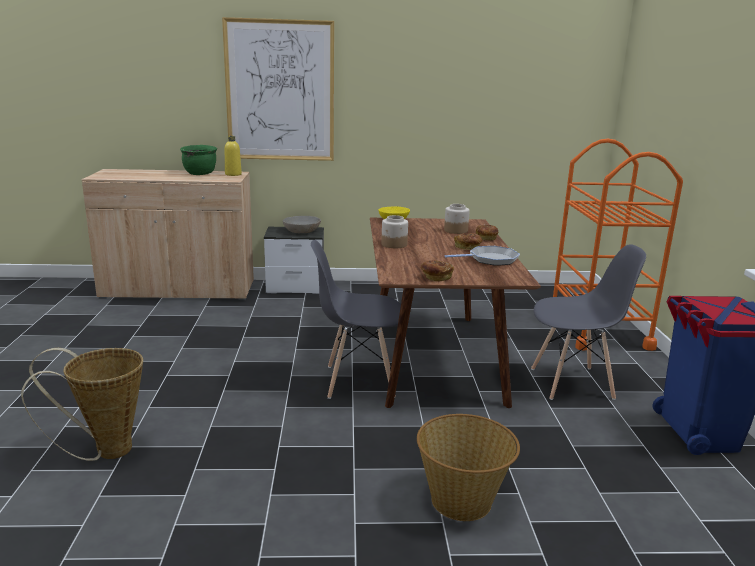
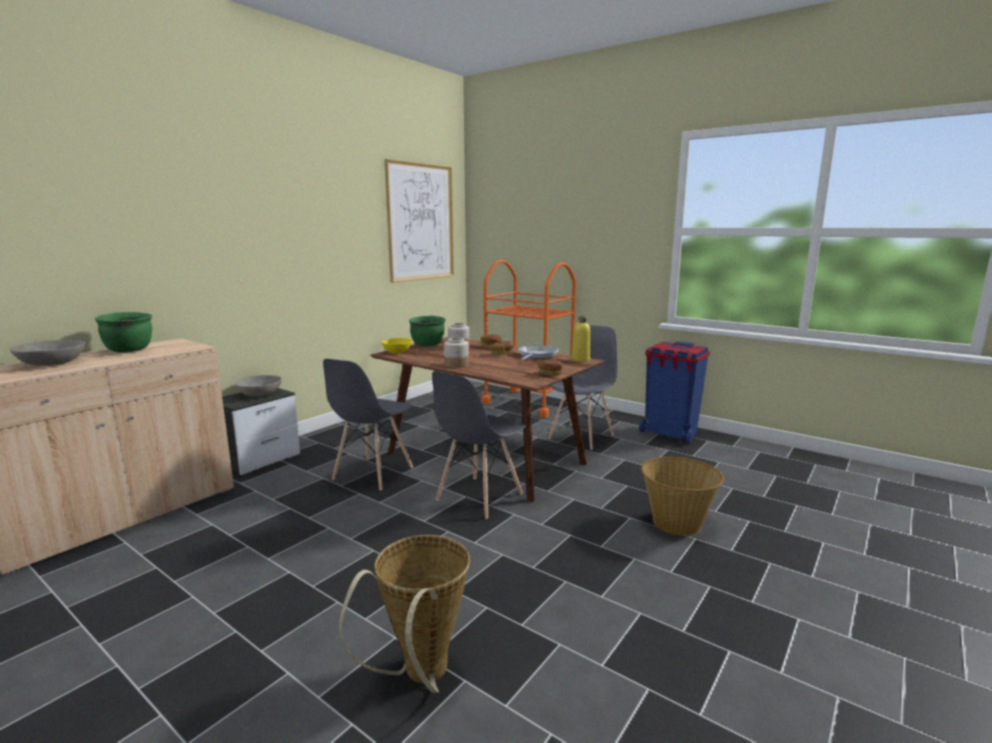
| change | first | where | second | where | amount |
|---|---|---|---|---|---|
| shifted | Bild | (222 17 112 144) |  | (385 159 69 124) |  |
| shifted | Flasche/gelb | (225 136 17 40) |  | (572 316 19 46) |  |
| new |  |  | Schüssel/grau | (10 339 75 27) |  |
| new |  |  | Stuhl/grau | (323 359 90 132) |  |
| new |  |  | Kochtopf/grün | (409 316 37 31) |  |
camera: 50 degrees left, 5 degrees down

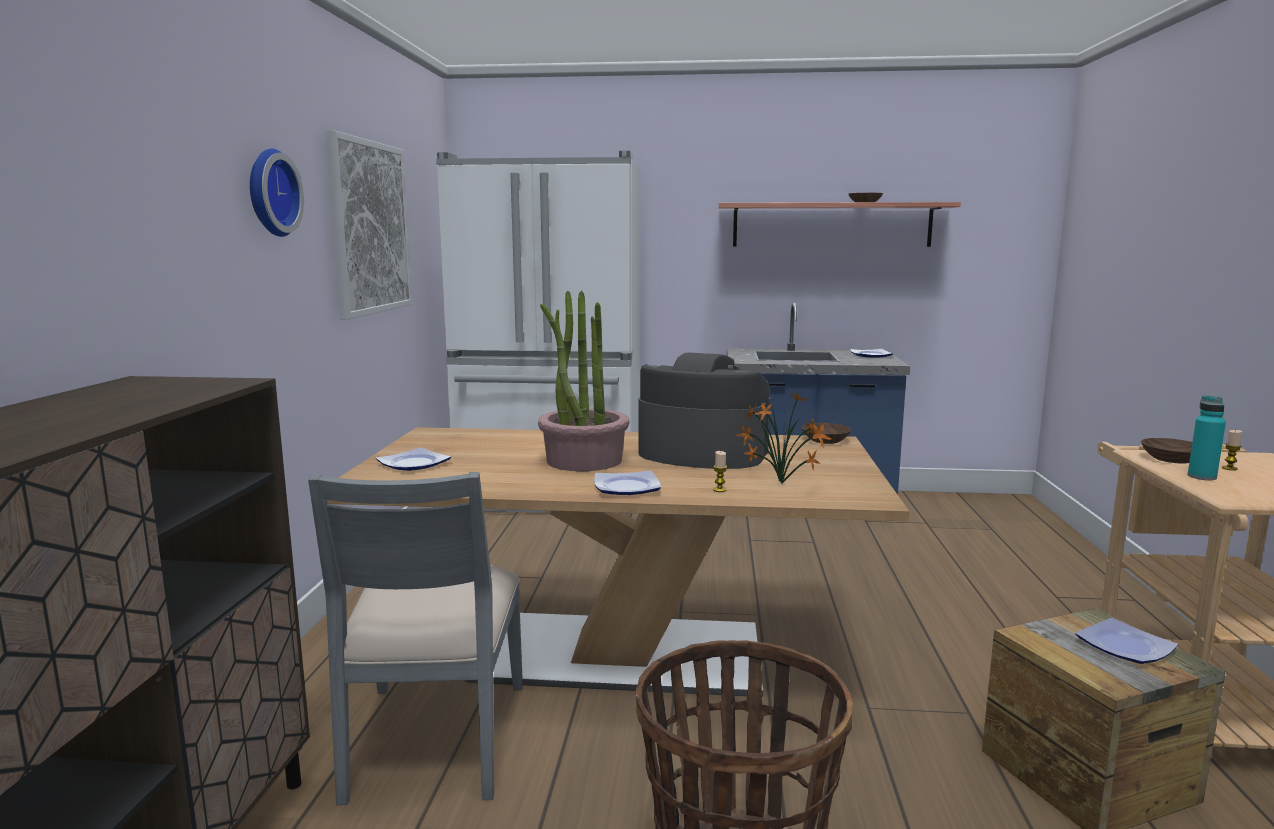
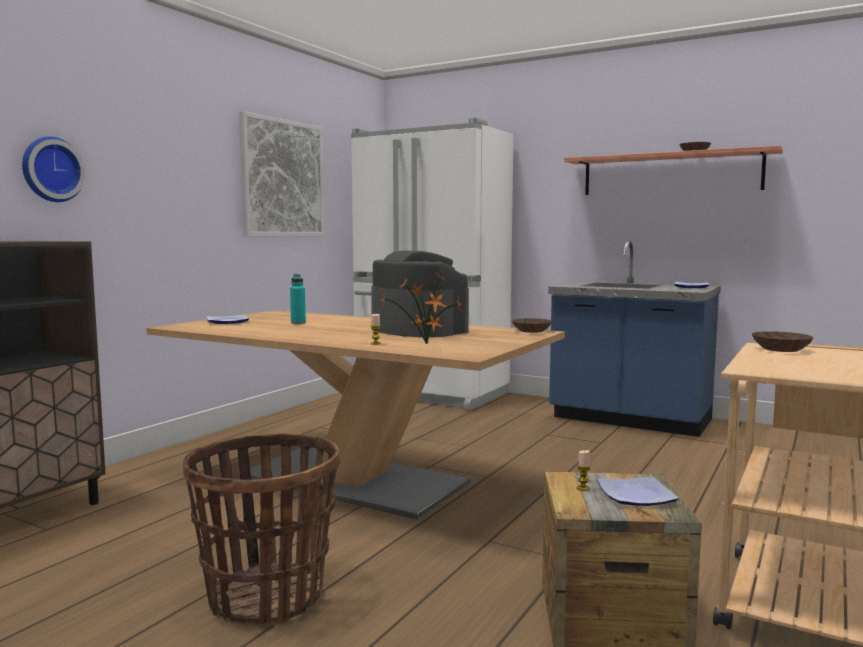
| change | first | where | second | where | amount |
|---|---|---|---|---|---|
| shifted | Wanduhr | (250 148 54 89) |  | (22 137 64 65) |  |
| gone | Stuhl/grau | (308 472 215 333) |  |  |  |
| gone | Topfpflanze | (538 290 91 181) |  |  |  |
| gone | Teller | (594 471 67 24) |  |  |  |
| shifted | Flasche/türkis | (1188 395 38 85) |  | (290 274 16 50) |  |
| shifted | Kerze | (1222 430 20 41) |  | (577 450 14 41) |  |
camera: 25 degrees right, 5 degrees down

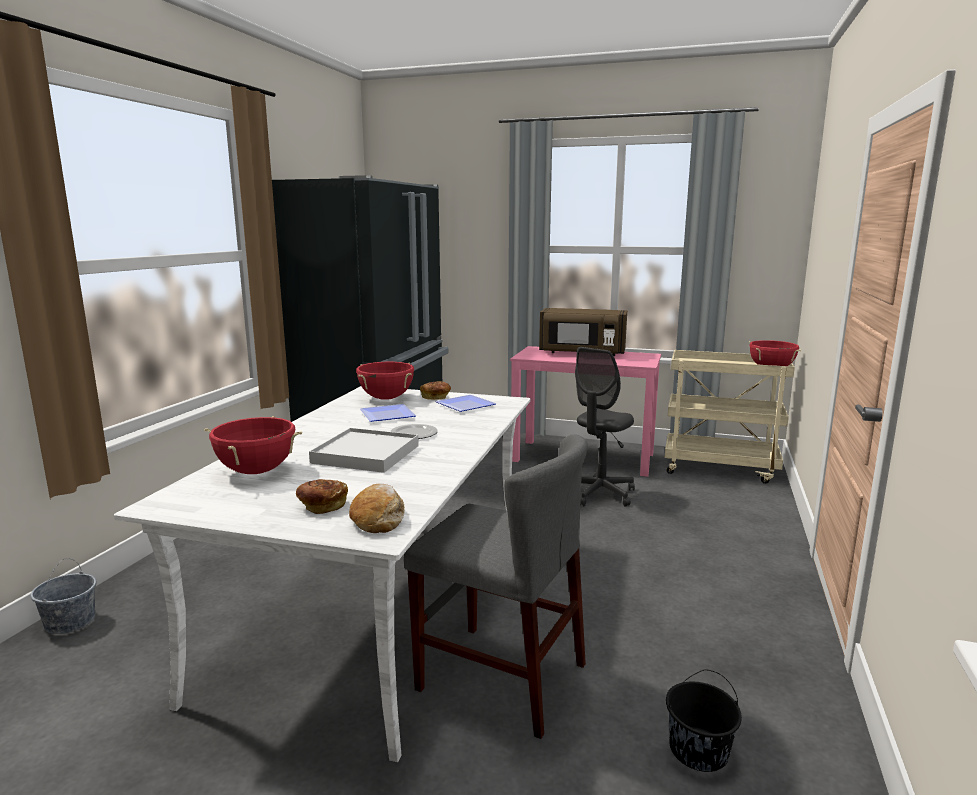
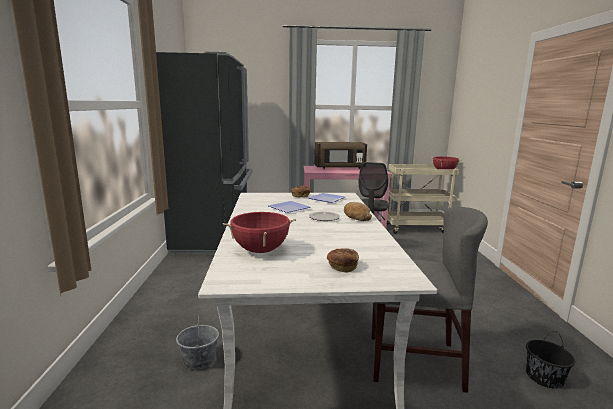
| change | first | where | second | where | amount |
|---|---|---|---|---|---|
| shifted | Eimer/grau | (30 559 67 75) |  | (176 315 43 55) |  |
| gone | Tablett/weiß | (309 428 110 45) |  |  |  |
| shifted | Brot | (349 484 56 49) |  | (344 202 28 19) |  |
| gone | Kochtopf/rot | (356 362 58 38) |  |  |  |
camera: 20 degrees left, 0 degrees up

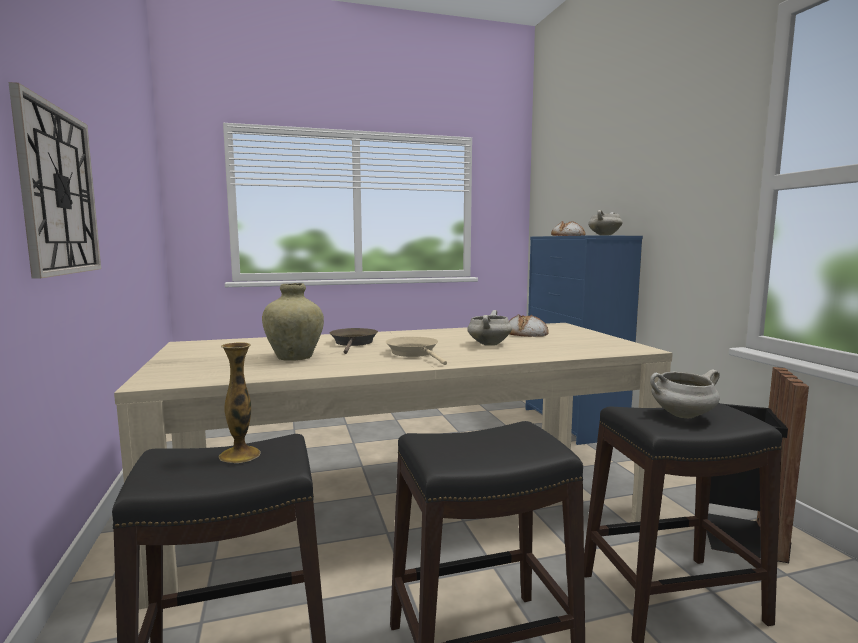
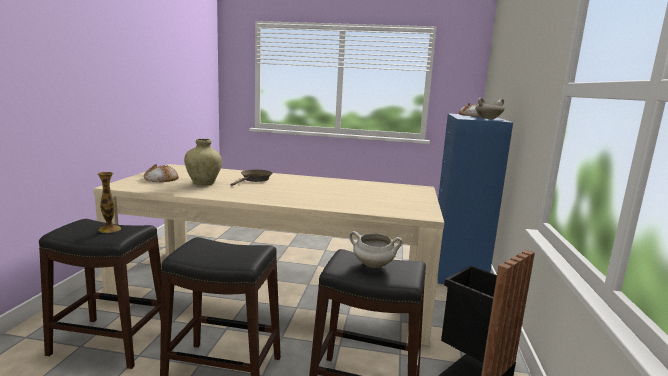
| change | first | where | second | where | amount |
|---|---|---|---|---|---|
| gone | Wanduhr | (8 82 93 197) |  |  |  |
| gone | Pfanne/beige | (386 337 61 28) |  |  |  |
| gone | Kochtopf/weiß | (467 310 45 35) |  |  |  |
| shifted | Brot | (509 314 40 23) |  | (144 164 35 18) |  |
camera: 25 degrees right, 5 degrees up

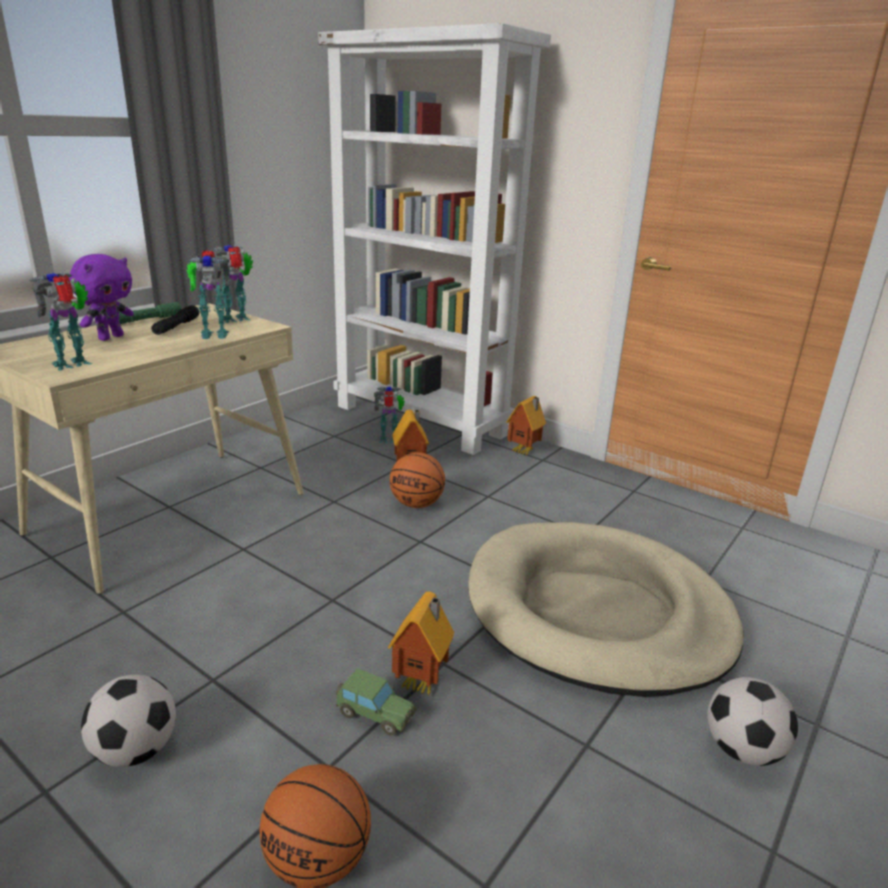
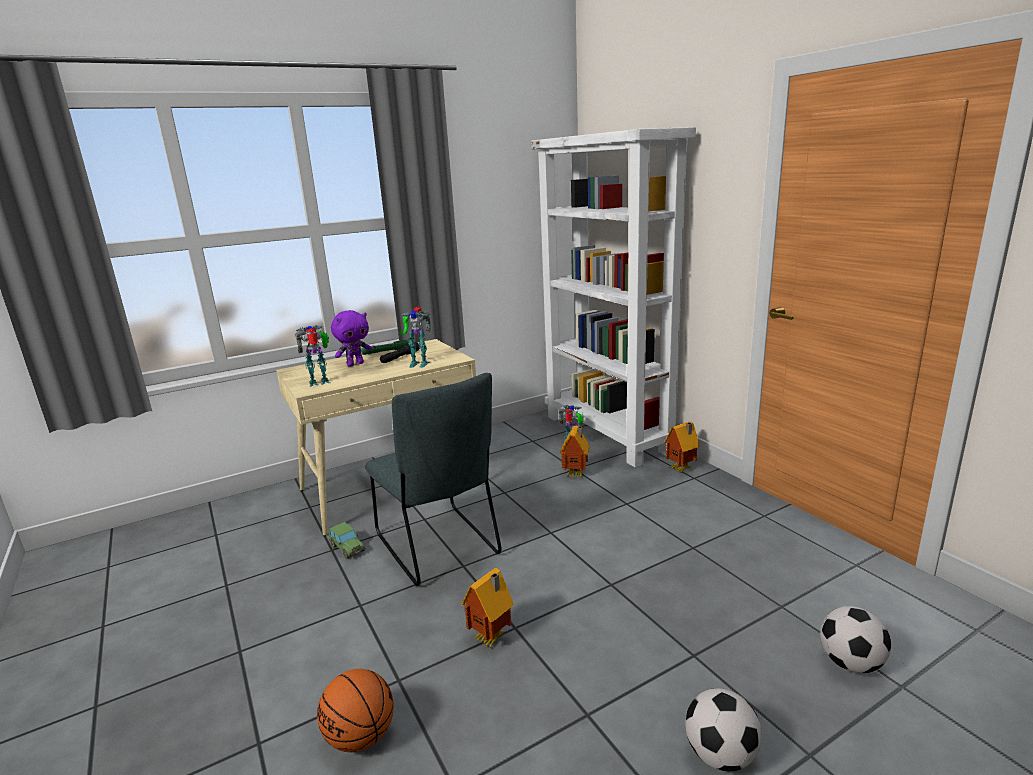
| change | first | where | second | where | amount |
|---|---|---|---|---|---|
| shifted | Fußball | (81 675 95 92) |  | (820 606 71 67) |  |
| gone | Spielzeugroboter | (211 245 42 78) |  |  |  |
| shifted | Spielzeugauto | (336 668 81 68) |  | (329 522 37 37) |  |
| gone | Basketball | (390 452 55 56) |  |  |  |
| gone | Hundebett/beige | (468 522 276 175) |  |  |  |
| new |  |  | Stuhl/grau | (365 373 137 213) |  |
camera: 25 degrees right, 5 degrees down

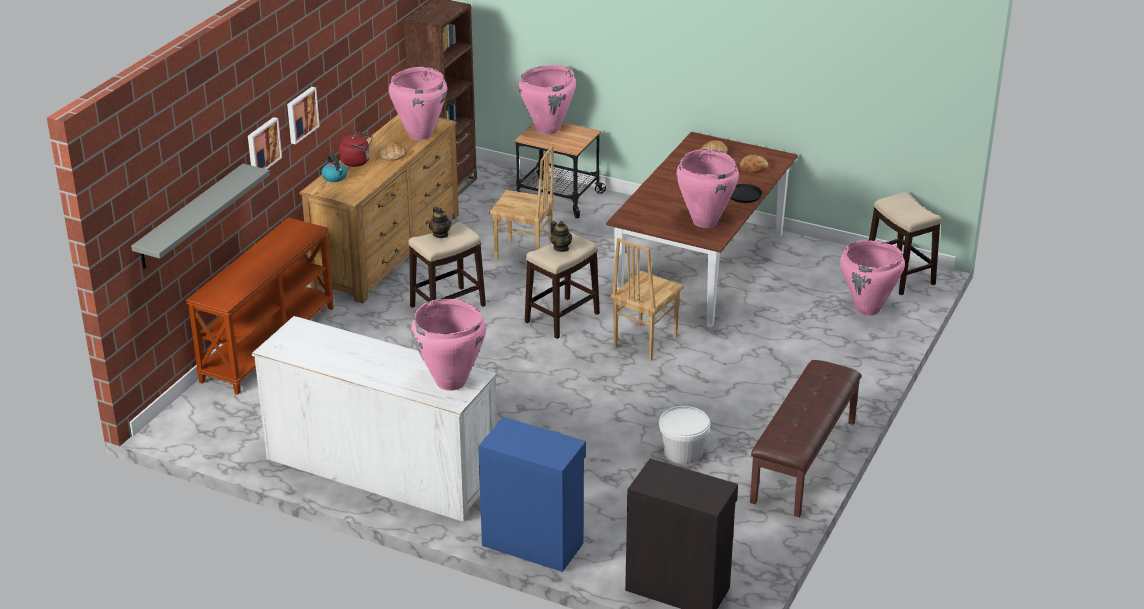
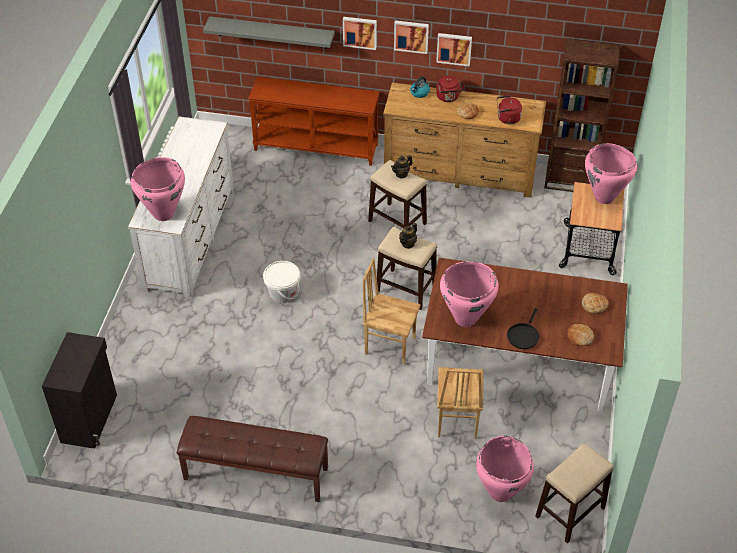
| change | first | where | second | where | amount |
|---|---|---|---|---|---|
| swapped | Vase/rosa | (389 67 58 73) | Wasserkessel/rot | (497 95 25 29) |  |
| gone | Schrank/blau | (478 417 108 155) |  |  |  |
| shifted | Stuhl/braun | (489 145 65 116) |  | (437 367 46 72) |  |
| shifted | Eimer/weiß | (659 406 54 58) |  | (263 261 38 42) |  |
| new |  |  | Bild | (436 33 36 33) |  |
camera: 75 degrees right, 15 degrees up

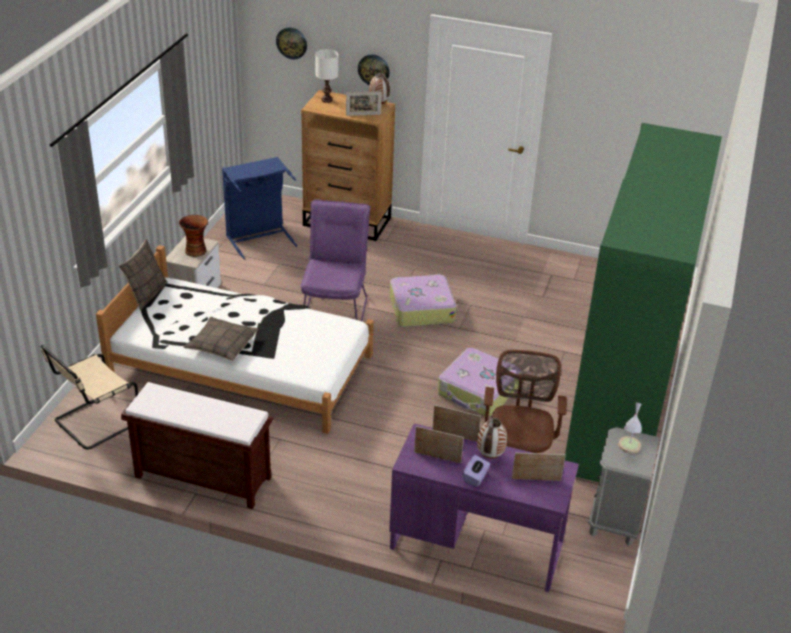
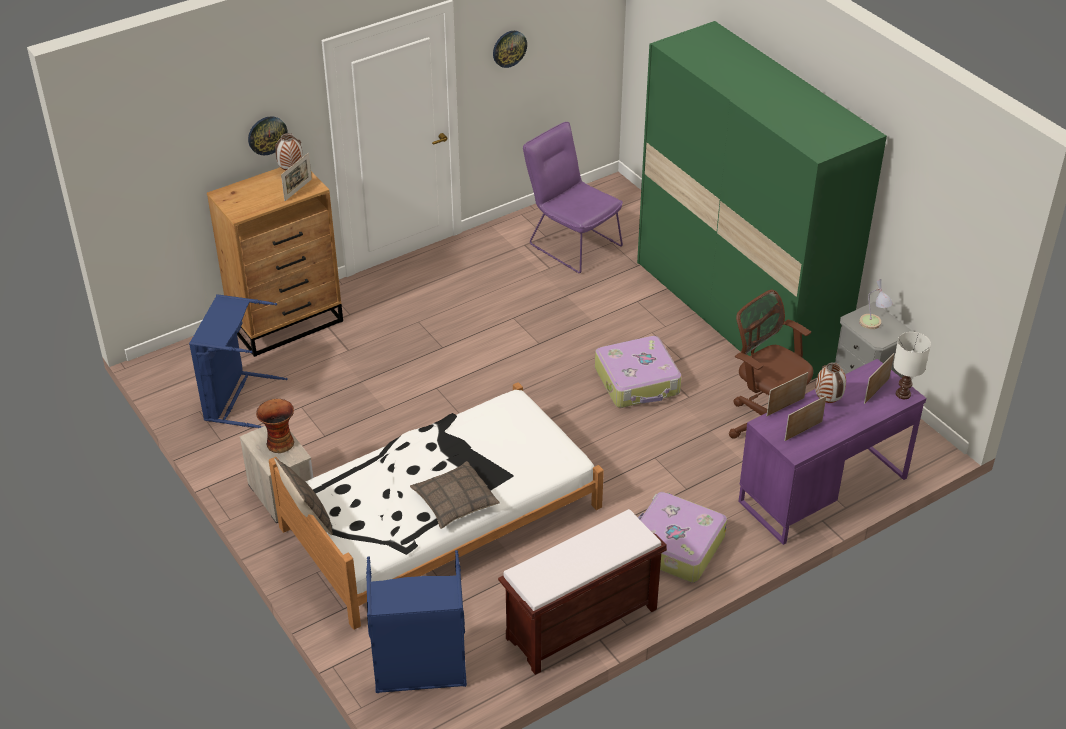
| change | first | where | second | where | amount |
|---|---|---|---|---|---|
| swapped | Stuhl/beige | (41 345 97 105) | Wäschekorb/blau | (366 550 101 143) |  |
| shifted | Wanduhr | (276 27 31 32) |  | (493 31 34 37) |  |
| shifted | Stuhl/lila | (300 199 70 122) |  | (523 122 100 151) |  |
| shifted | Tischlampe/weiß | (315 49 24 54) |  | (893 332 38 67) |  |
| shifted | Koffer | (390 274 67 53) |  | (638 492 89 90) |  |
| gone | Taschentuchbox/lila | (463 455 27 32) |  |  |  |
camera: 50 degrees left, 5 degrees up

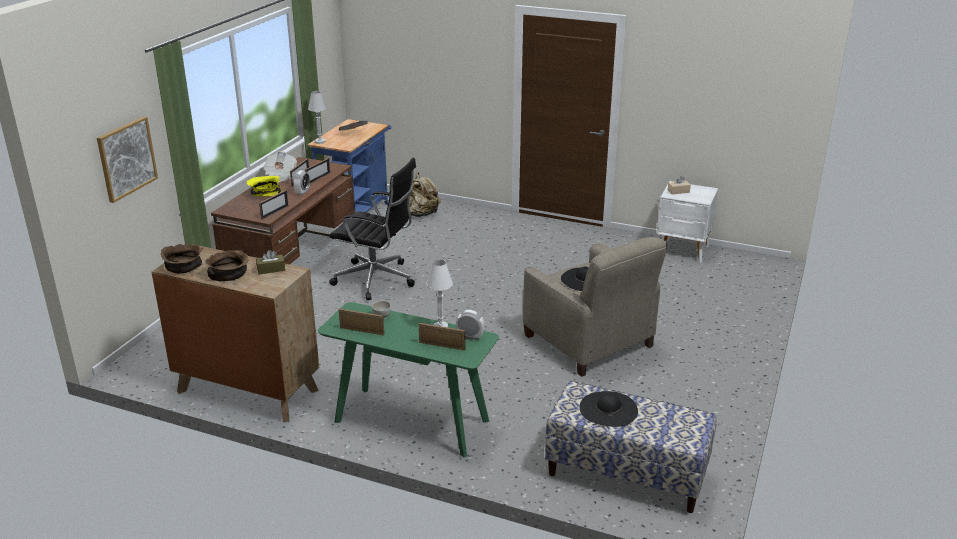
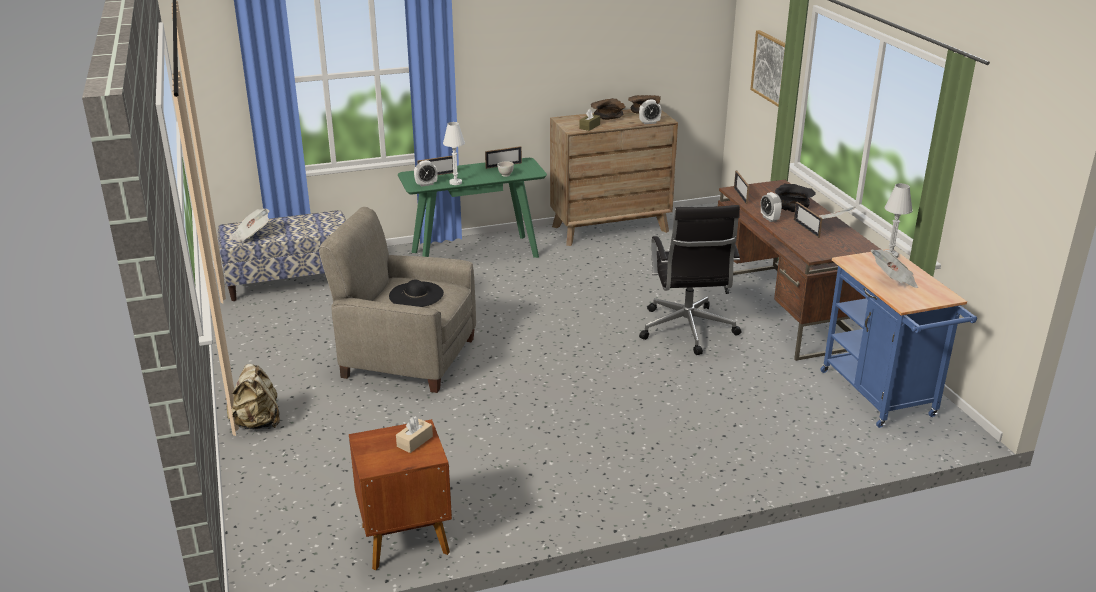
| change | first | where | second | where | amount |
|---|---|---|---|---|---|
| repainted | Schüssel/gelb | (247 176 34 21) | Schüssel/schwarz | (775 183 41 29) |  |
| gone | Bilderrahmen | (305 158 25 26) |  |  |  |
| rotated | Bürostuhl/schwarz | (329 158 87 142) |  | (639 205 102 150) | 75 degrees counterclockwise |
| shifted | Rucksack/beige | (409 173 32 44) |  | (225 364 55 66) |  |
| gone | Hut/schwarz | (580 391 58 36) |  |  |  |
| repainted | Nachttisch/weiß | (657 181 61 82) | Nachttisch/braun | (349 419 103 151) |  |
| new |  |  | Zeitung | (229 209 41 33) |  |
| new |  |  | Wecker | (639 99 22 25) |  |
camera: 140 degrees right, 0 degrees up

